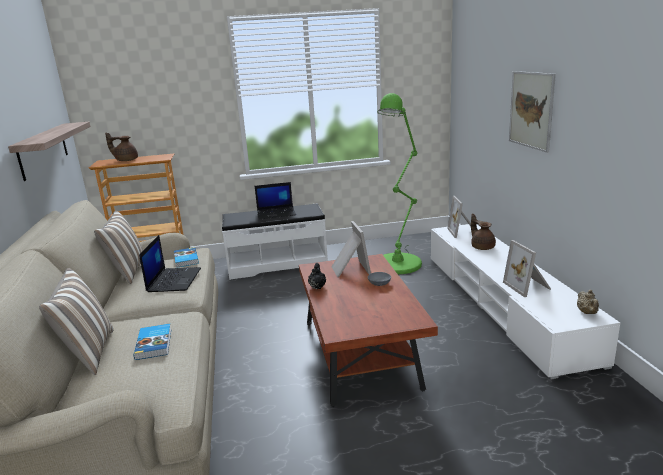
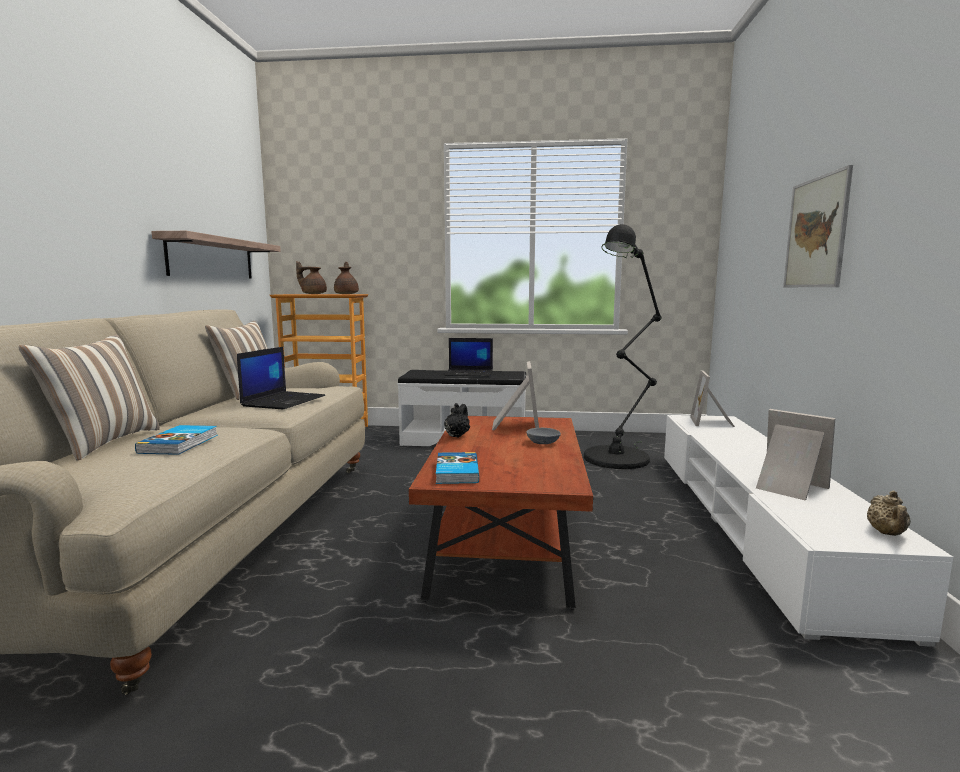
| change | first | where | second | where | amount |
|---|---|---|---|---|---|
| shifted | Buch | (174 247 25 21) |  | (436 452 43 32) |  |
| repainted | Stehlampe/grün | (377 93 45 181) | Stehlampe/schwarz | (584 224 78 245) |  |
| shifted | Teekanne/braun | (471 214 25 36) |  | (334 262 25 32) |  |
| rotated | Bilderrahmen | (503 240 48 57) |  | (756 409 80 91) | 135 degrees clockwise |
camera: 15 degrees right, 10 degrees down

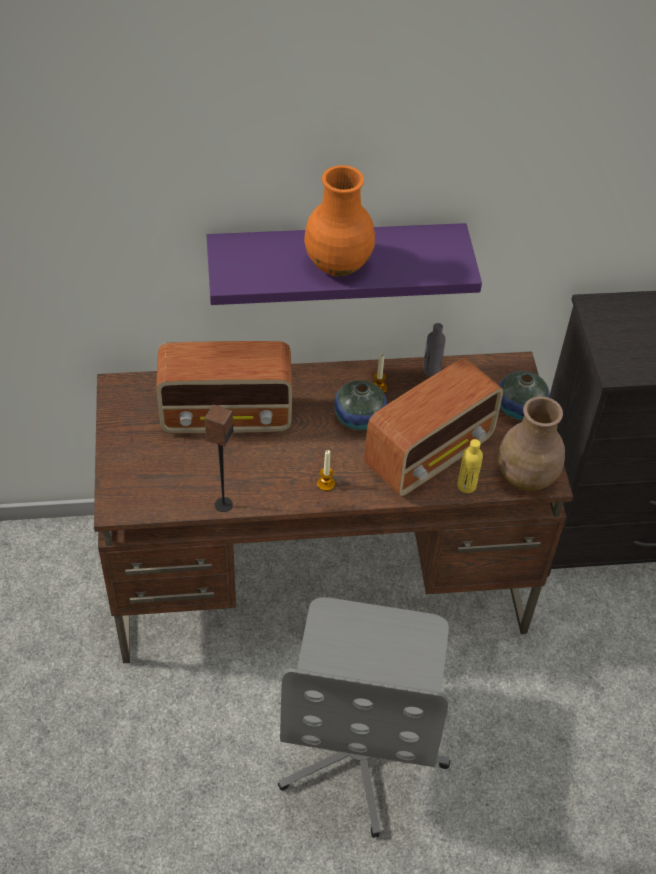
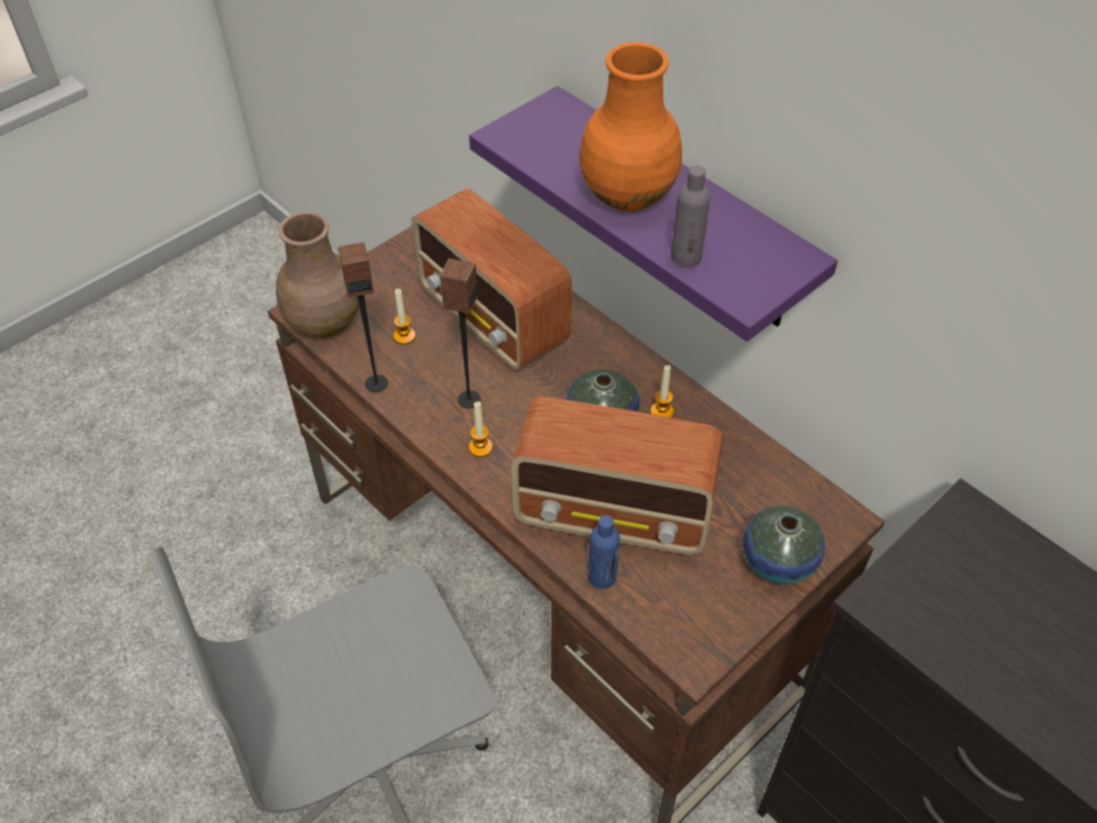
| change | first | where | second | where | amount |
|---|---|---|---|---|---|
| shifted | Flasche/grau | (423 323 23 54) |  | (671 165 39 102) |  |
| repainted | Flasche/gelb | (457 439 26 54) | Flasche/blau | (588 515 32 74) |  |
| shifted | Vase/braun | (498 396 67 95) |  | (276 211 83 127) |  |
| new |  |  | Kerze | (393 289 23 55) |  |
| new |  |  | Lautsprecher | (440 258 41 150) |  |
camera: 55 degrees right, 0 degrees up

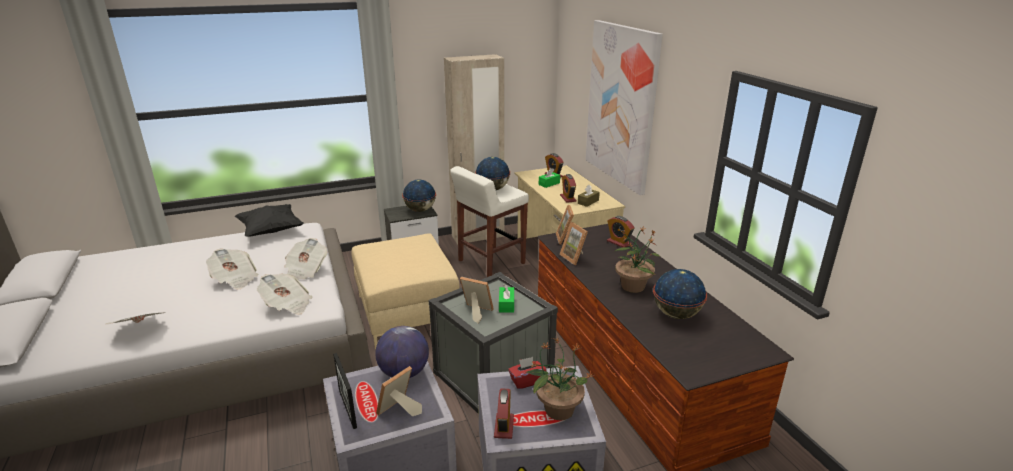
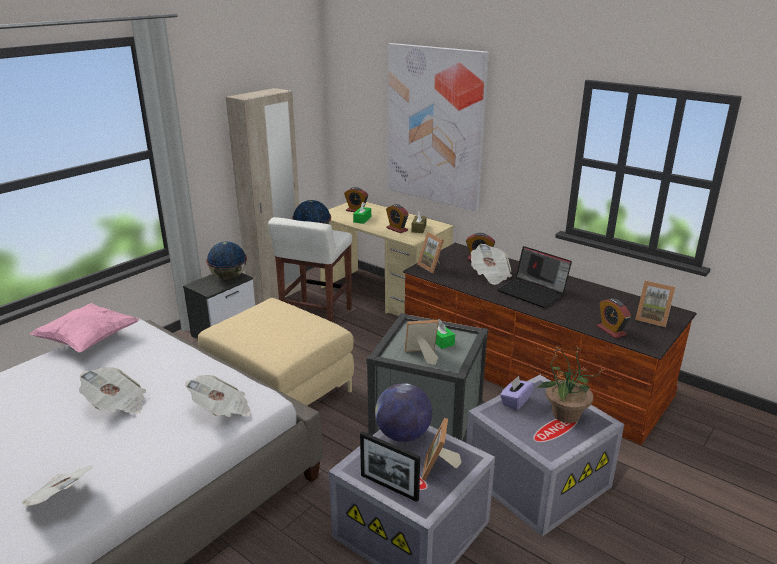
| change | first | where | second | where | amount |
|---|---|---|---|---|---|
| repainted | Kissen/schwarz | (235 204 69 32) | Kissen/rosa | (30 303 109 49) |  |
| shifted | Zeitung | (284 238 43 42) |  | (471 244 41 41) |  |
| shifted | Wecker | (494 389 20 50) |  | (597 298 34 41) |  |
| repainted | Taschentuchbox/rot | (508 357 39 32) | Taschentuchbox/lila | (500 376 34 34) |  |
| shifted | Bilderrahmen | (560 222 28 43) |  | (635 281 41 46) |  |
| swapped | Topfpflanze | (614 227 45 66) | Laptop | (497 246 75 62) |  |
| gone | Globus | (653 269 54 50) |  |  |  |
camera: 30 degrees left, 0 degrees up

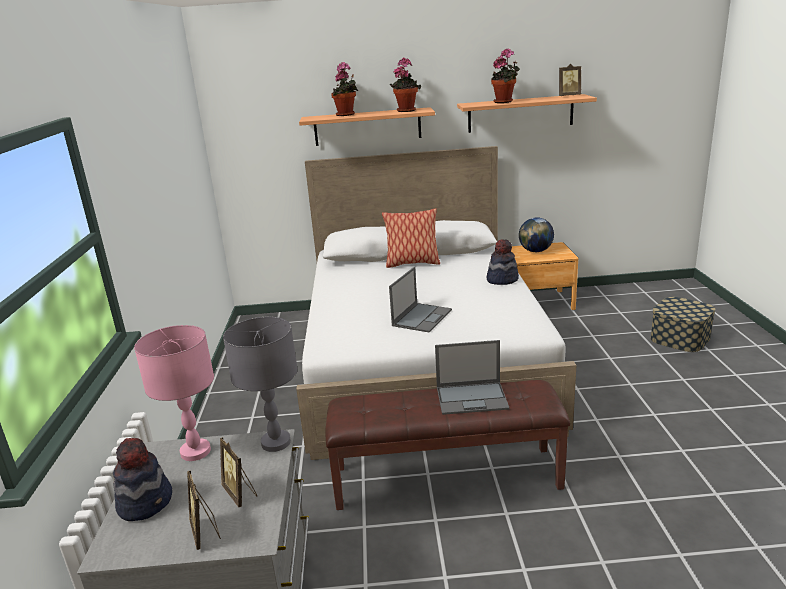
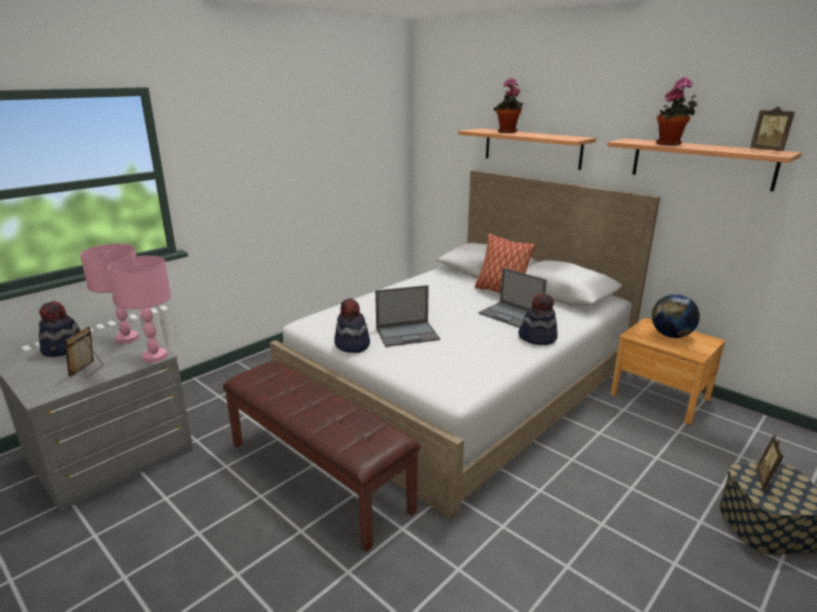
| change | first | where | second | where | amount |
|---|---|---|---|---|---|
| shifted | Bilderrahmen | (187 470 34 80) |  | (756 435 28 56) |  |
| repainted | Tischlampe/grau | (223 317 75 135) | Tischlampe/rosa | (107 256 64 107) |  |
| gone | Topfpflanze | (390 57 31 55) |  |  |  |
| shifted | Laptop | (435 340 75 75) |  | (479 268 68 60) |  |
| new |  |  | Hut | (334 298 36 55) |  |
camera: 45 degrees right, 0 degrees up

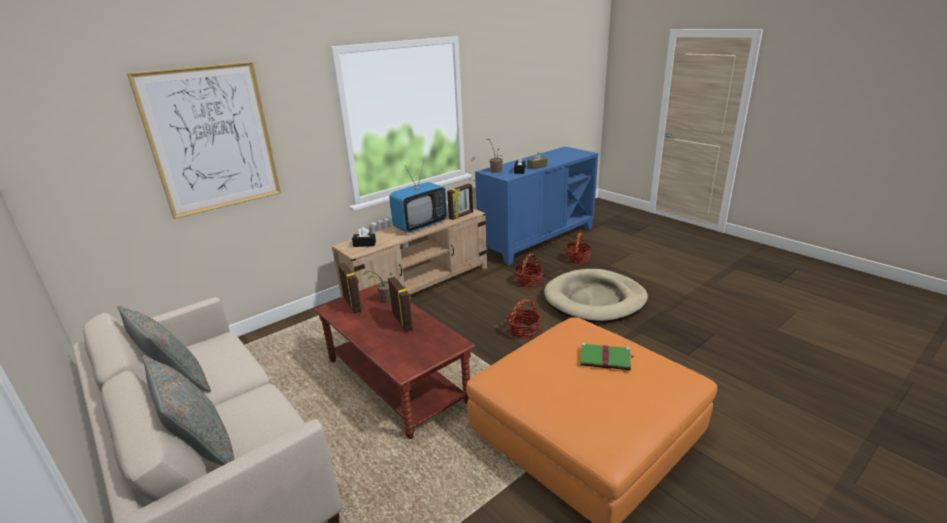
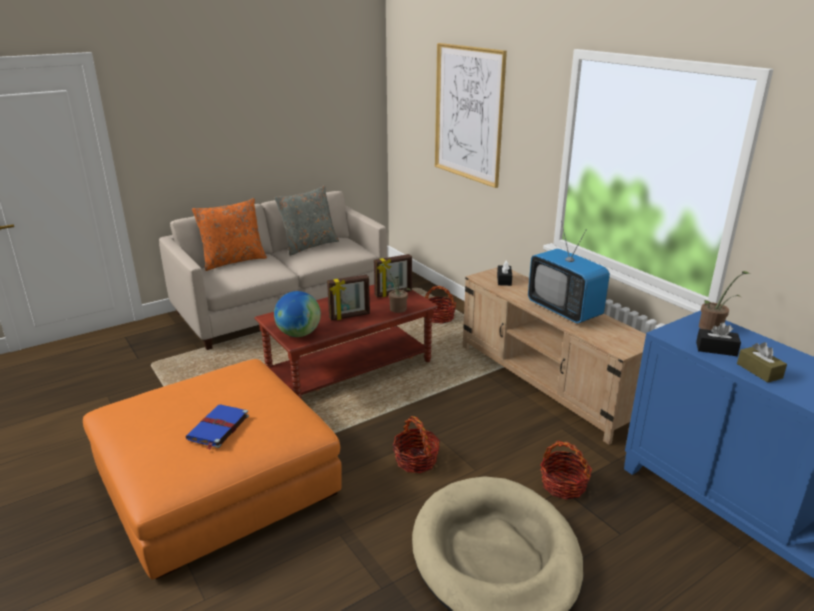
| change | first | where | second | where | amount |
|---|---|---|---|---|---|
| repainted | Kissen/grau | (143 355 92 111) | Kissen/orange | (192 198 75 73) |  |
| gone | Bilderrahmen | (447 184 26 36) |  |  |  |
| shifted | Korb | (565 232 27 32) |  | (425 286 31 38) |  |
| repainted | Buch/grün | (580 343 54 27) | Buch/blau | (186 404 63 46) |  |
| new |  |  | Globus | (274 291 47 46) |  |
camera: 95 degrees right, 0 degrees up

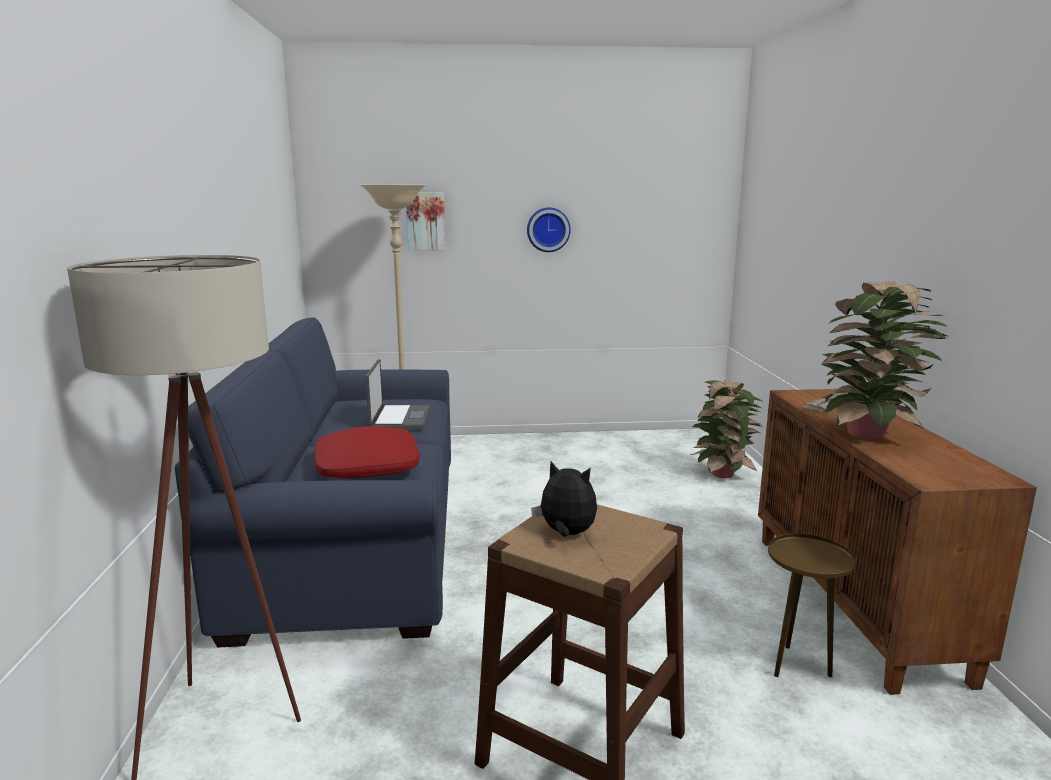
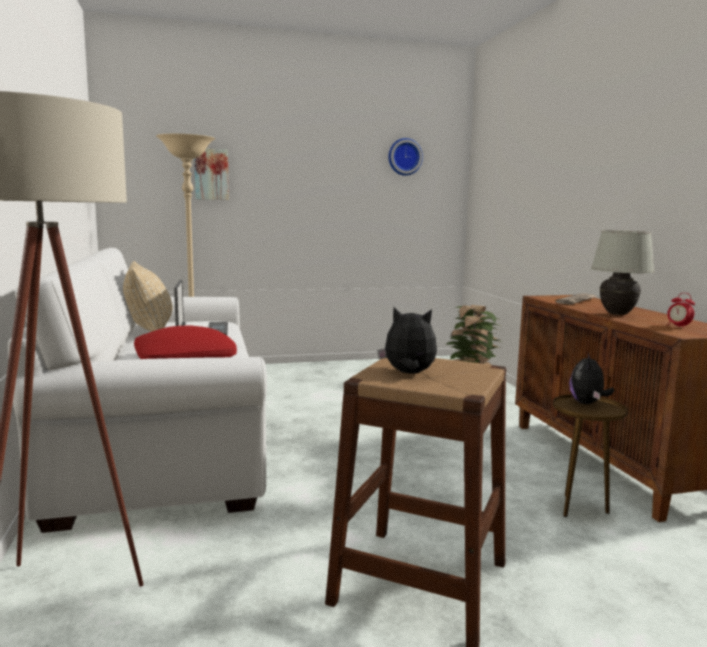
| change | first | where | second | where | amount |
|---|---|---|---|---|---|
| repainted | Sofa/blau | (175 317 276 330) | Sofa/weiß | (8 248 259 285) |  |
| shifted | Wanduhr | (527 207 44 45) |  | (388 138 35 38) |  |
| swapped | Topfpflanze | (820 281 128 158) | Tischlampe/weiß | (591 230 64 85) |  |
| new |  |  | Kissen/beige | (123 261 49 71) |  |
| new |  |  | Plüschtier | (569 353 45 51) |  |
| new |  |  | Wecker | (667 293 28 35) |  |
camera: 10 degrees left, 5 degrees down

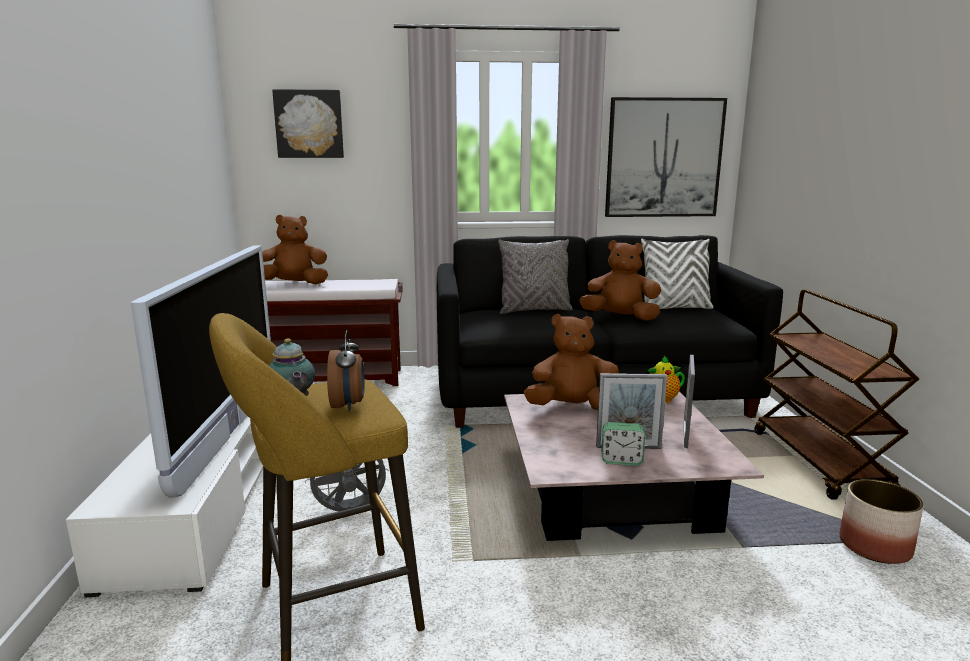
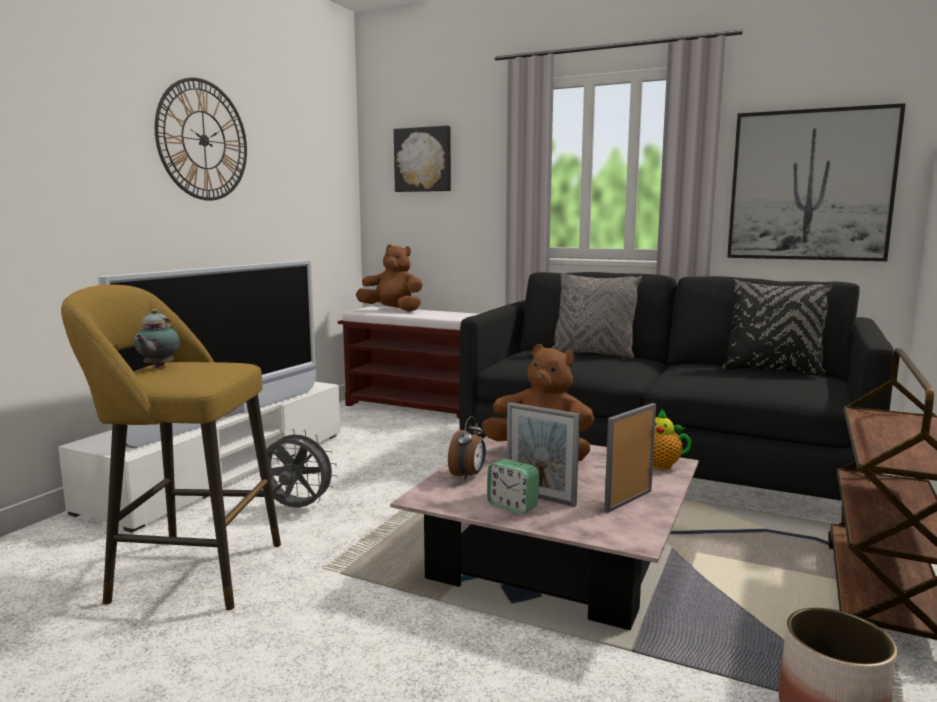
| change | first | where | second | where | amount |
|---|---|---|---|---|---|
| shifted | Wecker | (327 330 37 82) |  | (448 416 38 64) |  |
| gone | Plüschtier/braun | (579 240 82 81) |  |  |  |
| repainted | Kissen/weiß | (641 239 73 70) | Kissen/schwarz | (722 279 110 97) |  |
| new |  |  | Wanduhr | (155 77 92 124) |  |
camera: 30 degrees right, 5 degrees down

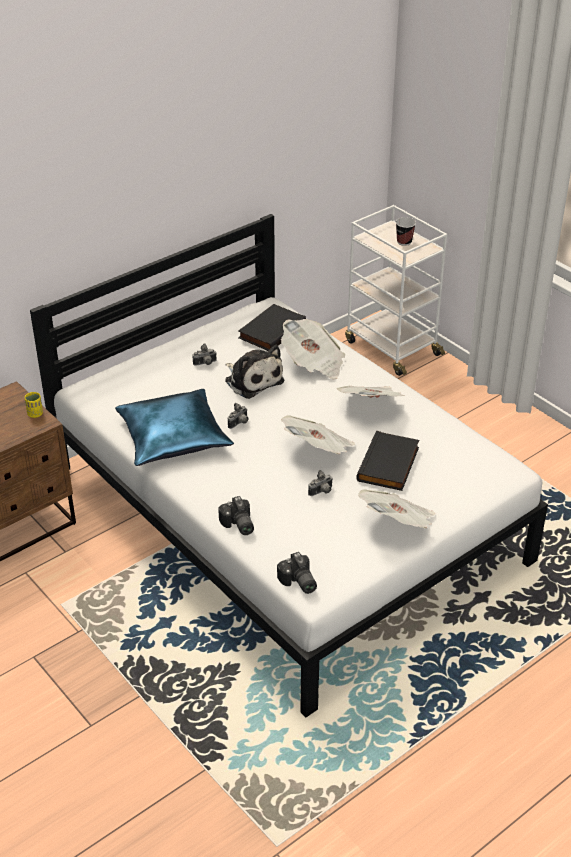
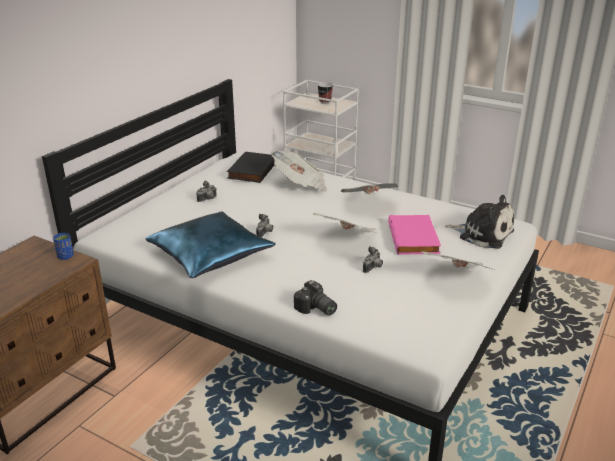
| change | first | where | second | where | amount |
|---|---|---|---|---|---|
| repainted | Tasse/gelb | (25 392 18 26) | Tasse/blau | (53 233 21 27) |  |
| shifted | Plüschtier | (225 345 59 54) |  | (445 195 69 54) |  |
| gone | Kamera | (277 552 40 42) |  |  |  |
| repainted | Buch/schwarz | (356 431 63 60) | Buch/rosa | (388 215 53 40) |  |
camera: 20 degrees left, 10 degrees down

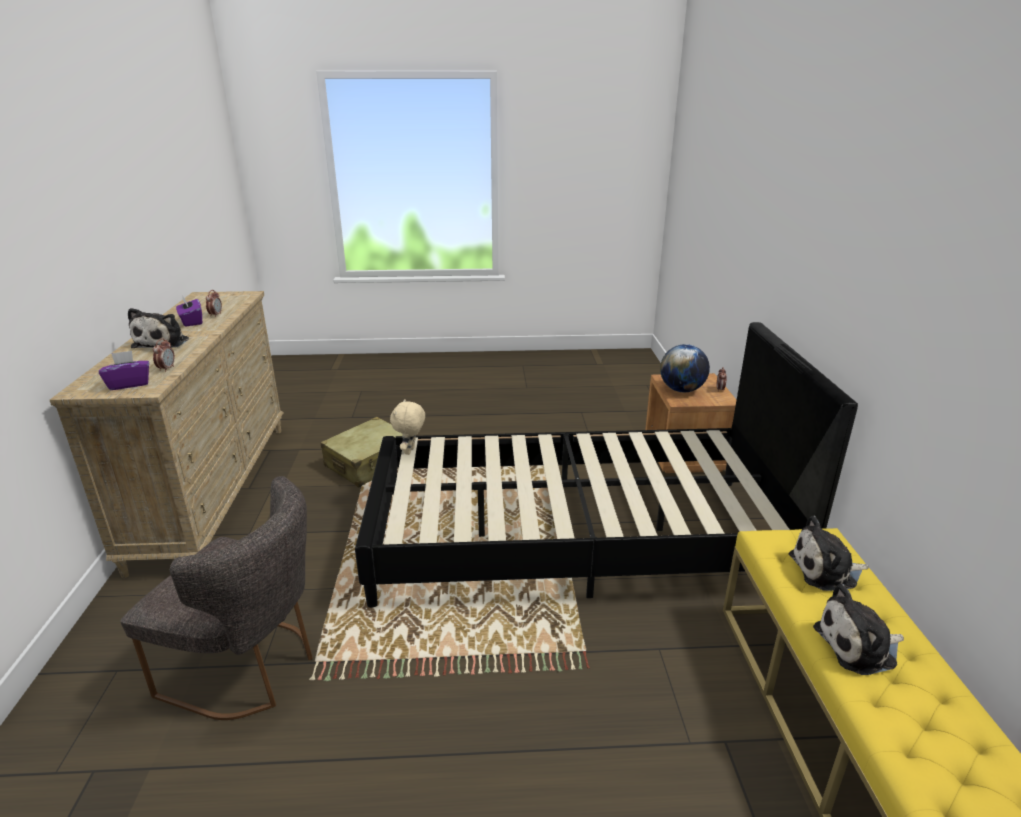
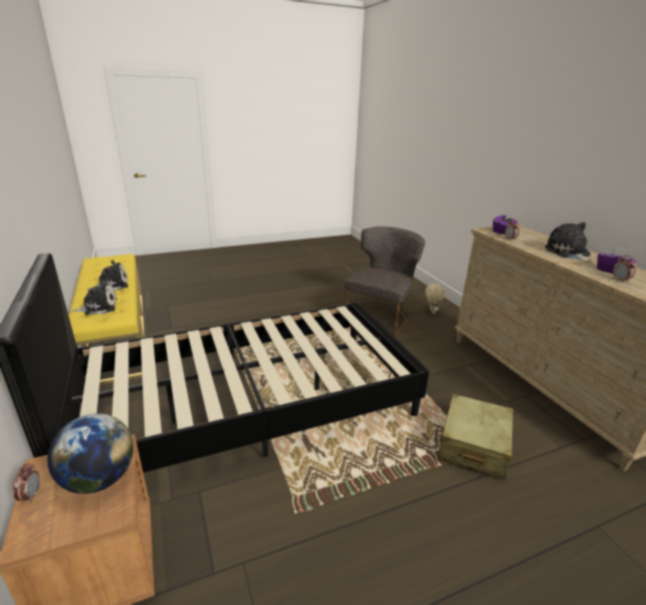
| change | first | where | second | where | amount |
|---|---|---|---|---|---|
| rotated | Stuhl/grau | (120 476 193 244) |  | (345 226 80 111) | 120 degrees clockwise |
| shifted | Plüschtier/beige | (390 399 35 56) |  | (425 283 20 31) |  |
camera: 160 degrees right, 0 degrees up

